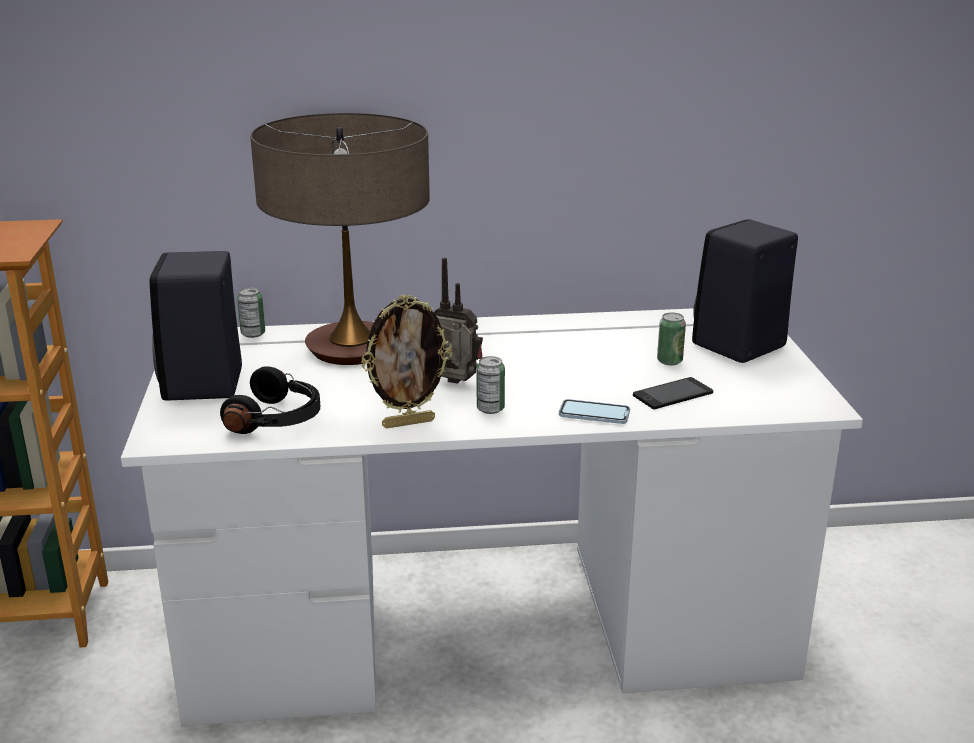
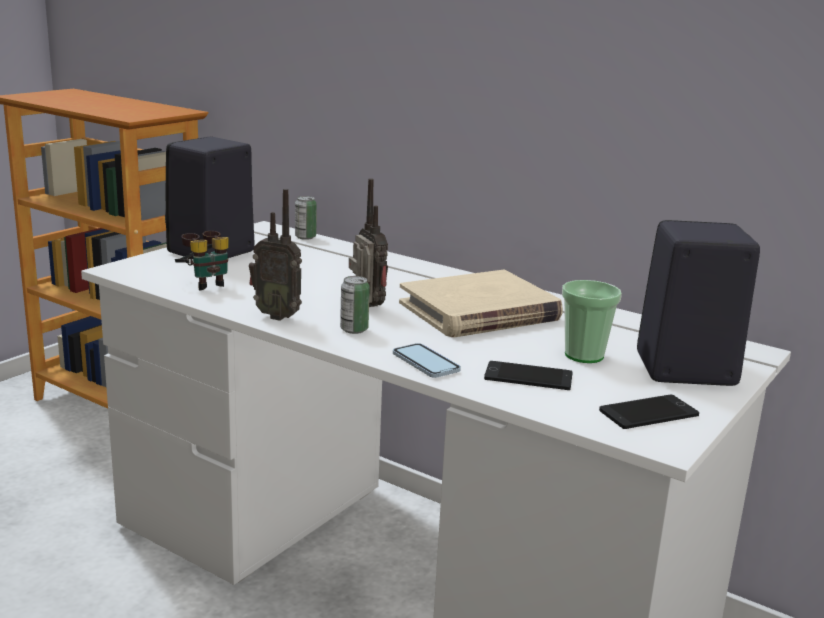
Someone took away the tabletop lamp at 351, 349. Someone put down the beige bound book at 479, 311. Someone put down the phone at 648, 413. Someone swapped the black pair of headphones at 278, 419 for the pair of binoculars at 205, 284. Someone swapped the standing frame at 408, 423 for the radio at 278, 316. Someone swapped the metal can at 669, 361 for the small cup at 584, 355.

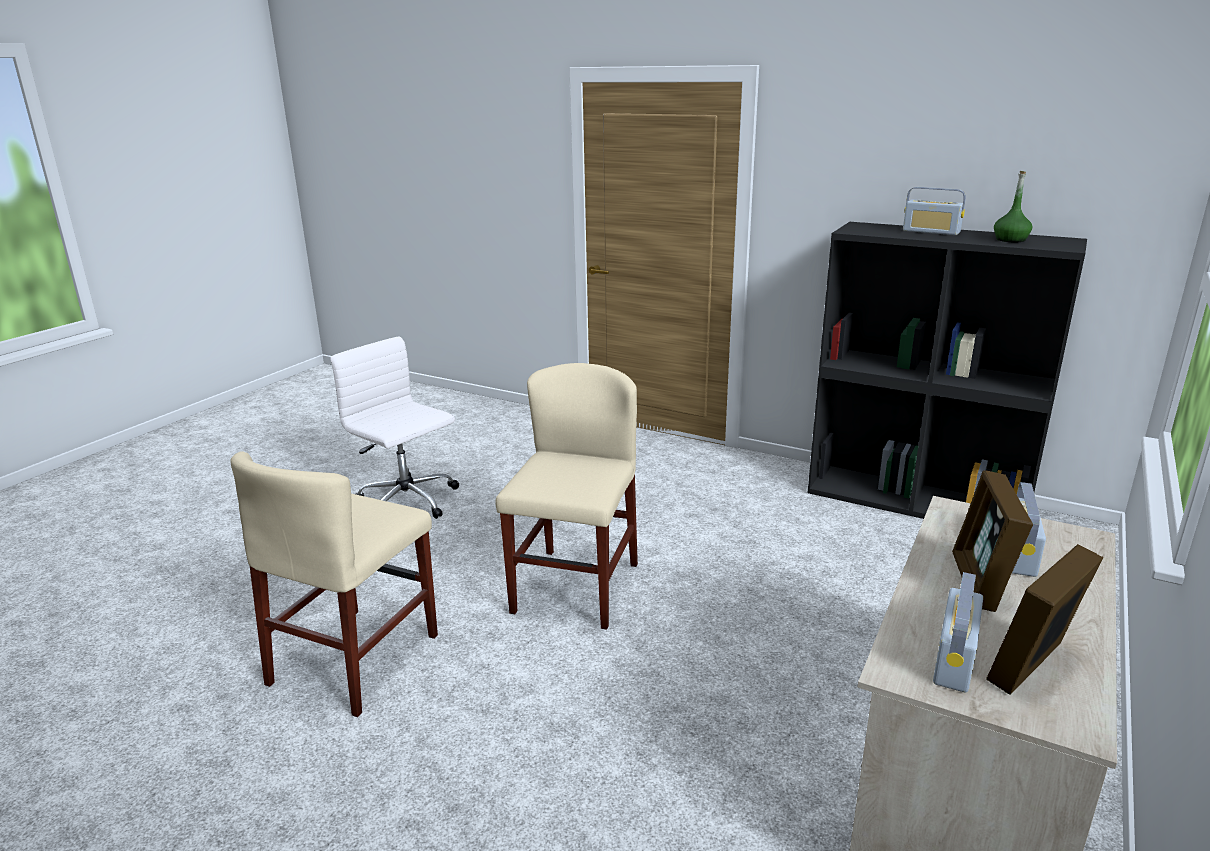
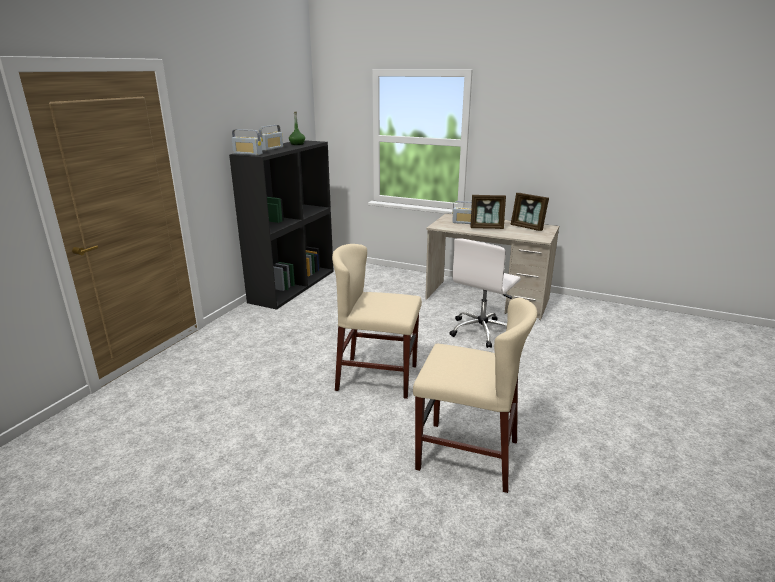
Someone carried the whitish desk chair from 407, 503 to 482, 331. Someone carried the radio from 954, 660 to 247, 154.

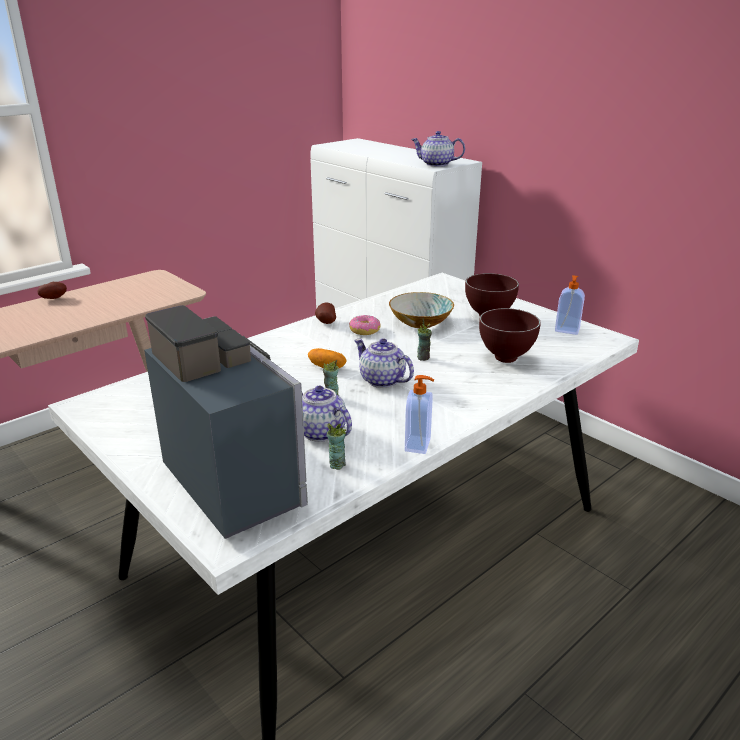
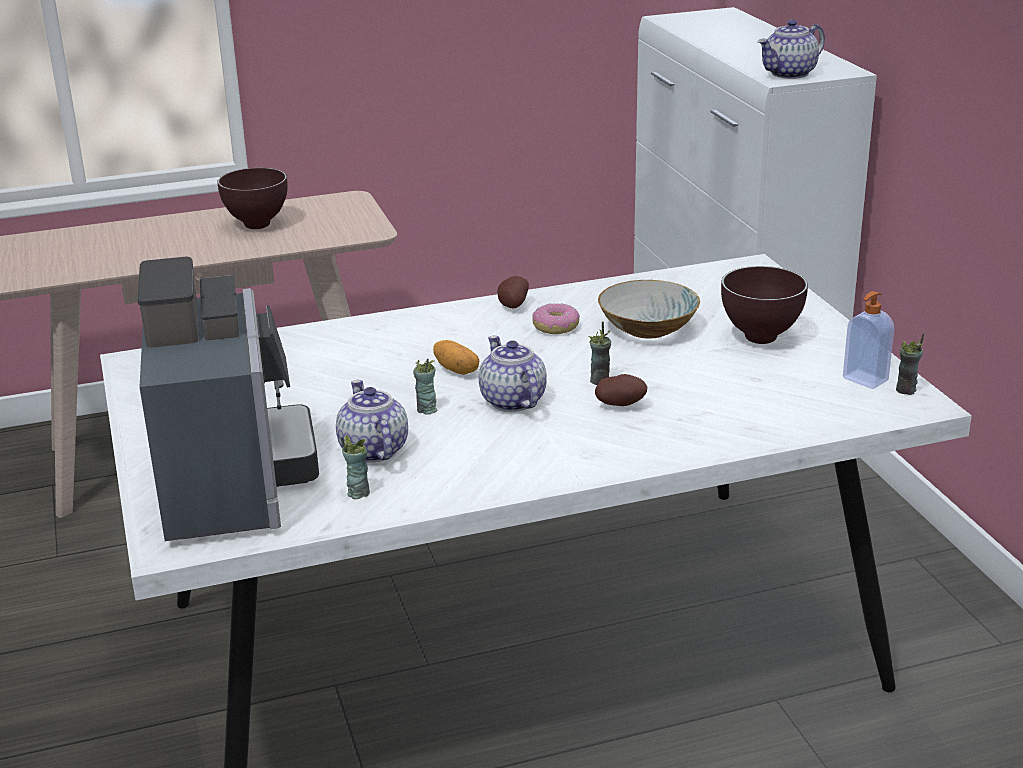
Someone took away the liquid soap bottle at 419, 445. Someone put down the small cup at 906, 390. Someone carried the potato from 54, 298 to 621, 405. Someone carried the brownish deep dish from 505, 358 to 258, 225. Someone rotated the tea pot at 436, 164 by 75 degrees counterclockwise.

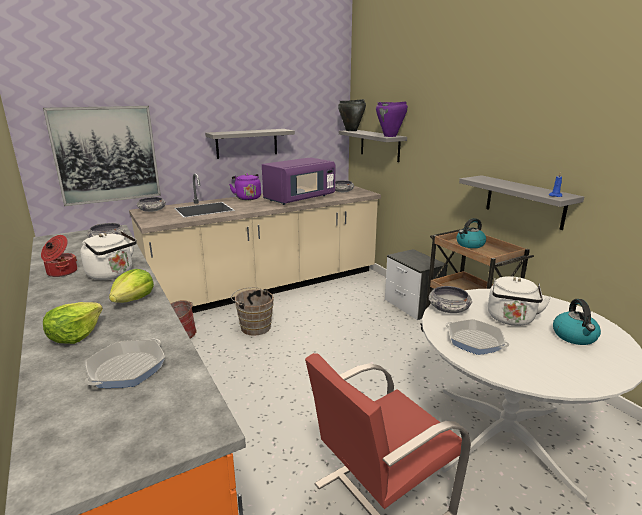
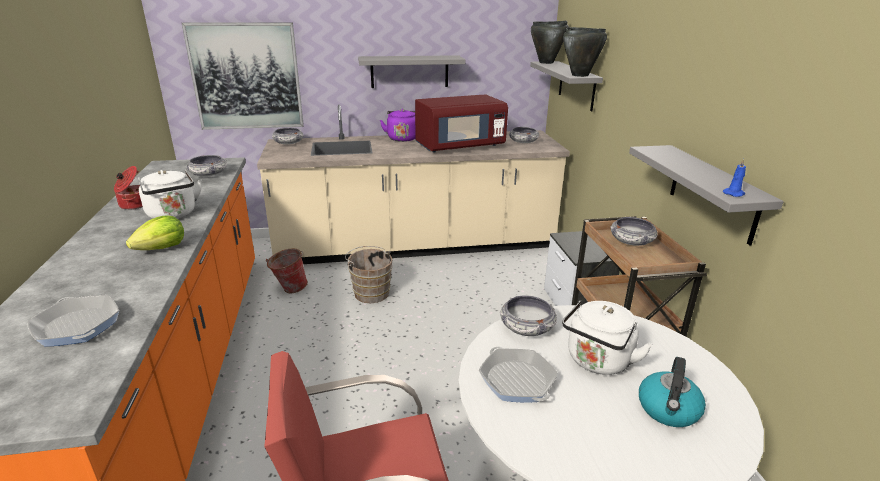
Someone took away the head of lettuce at 75, 335. Someone swapped the water kettle at 470, 244 for the deep dish at 631, 241. Someone repainted the purple microwave at 299, 199, which became the red microwave at 459, 146. Someone repainted the purple cooking pot at 390, 136, which became the black cooking pot at 580, 75. Someone rotated the skillet at 127, 369 by 90 degrees clockwise.

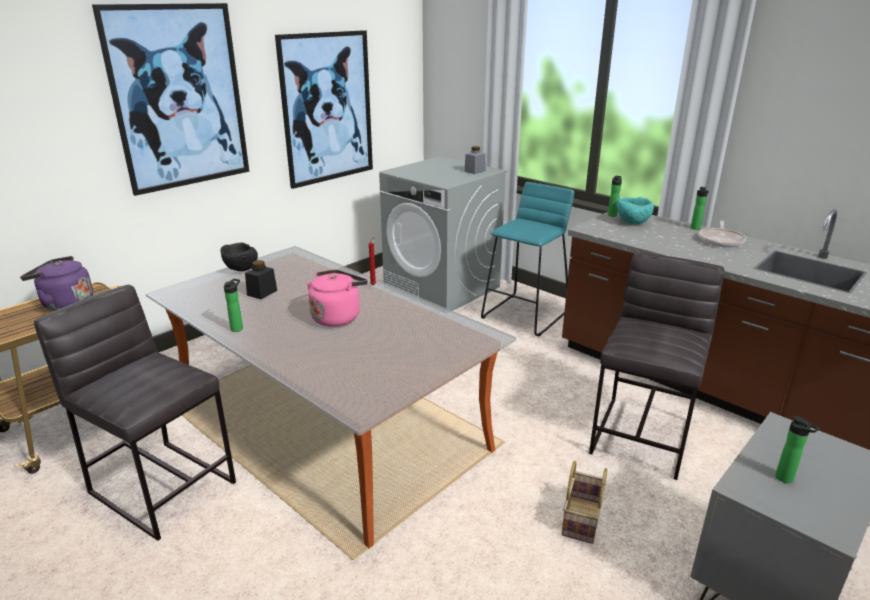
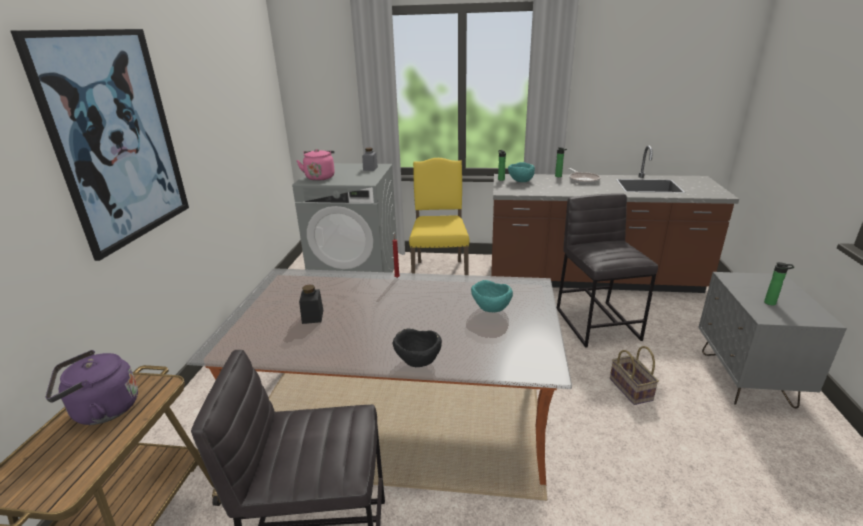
Someone took away the beverage bottle at 238, 328. Someone took away the wall art at 327, 108. Someone put down the blue-green deep dish at 490, 310. Someone carried the black deep dish from 240, 270 to 418, 363. Someone carried the pink water kettle from 337, 317 to 320, 177. Someone swapped the blue-green sitting stool at 526, 315 for the yellowish plain chair at 439, 273.

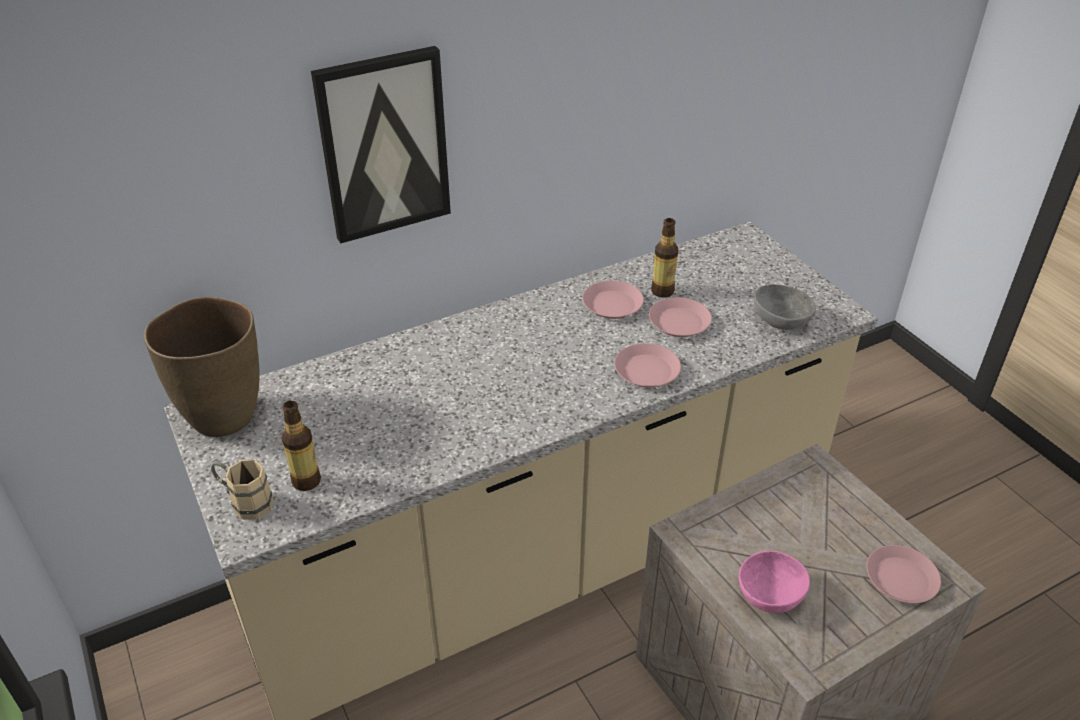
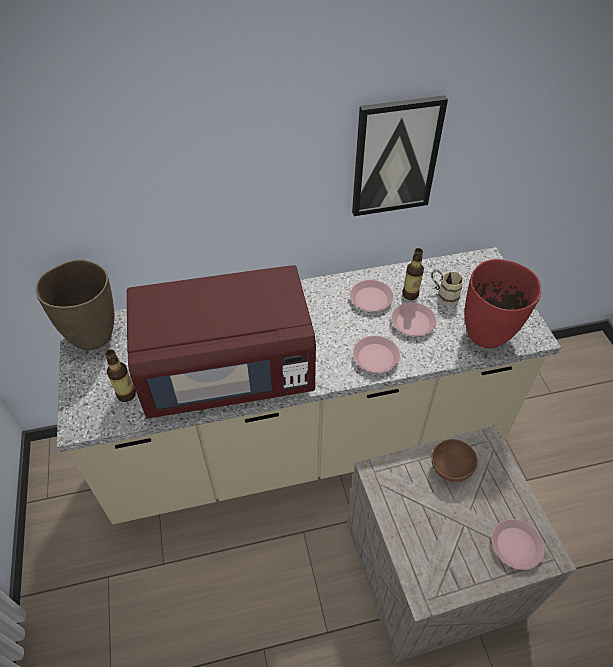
Someone took away the pink deep dish at 768, 595. Someone put down the red microwave at 228, 372. Someone put down the brownish deep dish at 450, 467. Someone carried the beige coffee mug from 245, 502 to 443, 294. Someone carried the wall art from 384, 145 to 395, 157. Someone swapped the gray deep dish at 781, 320 for the red vase at 487, 335.

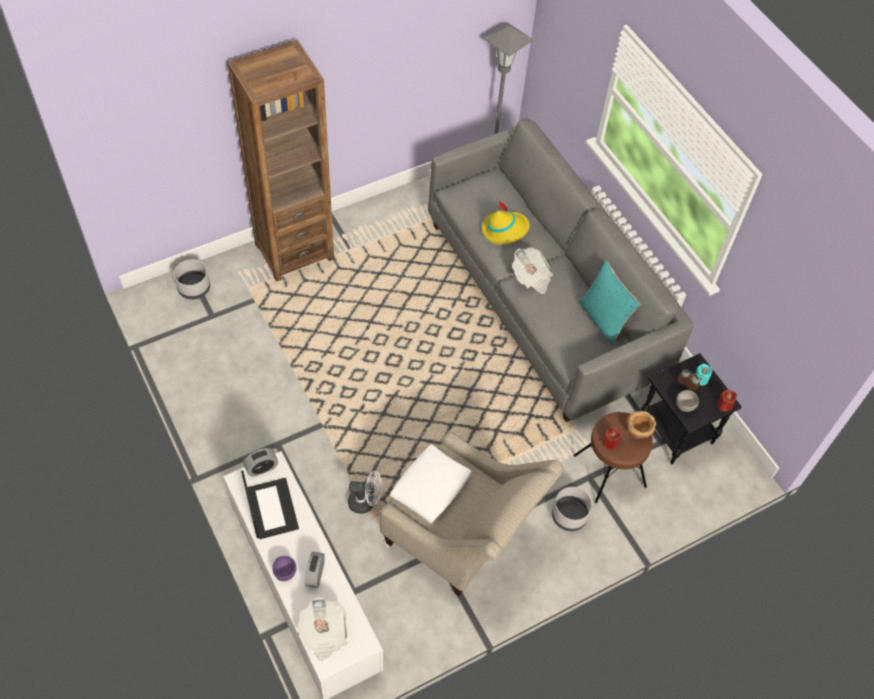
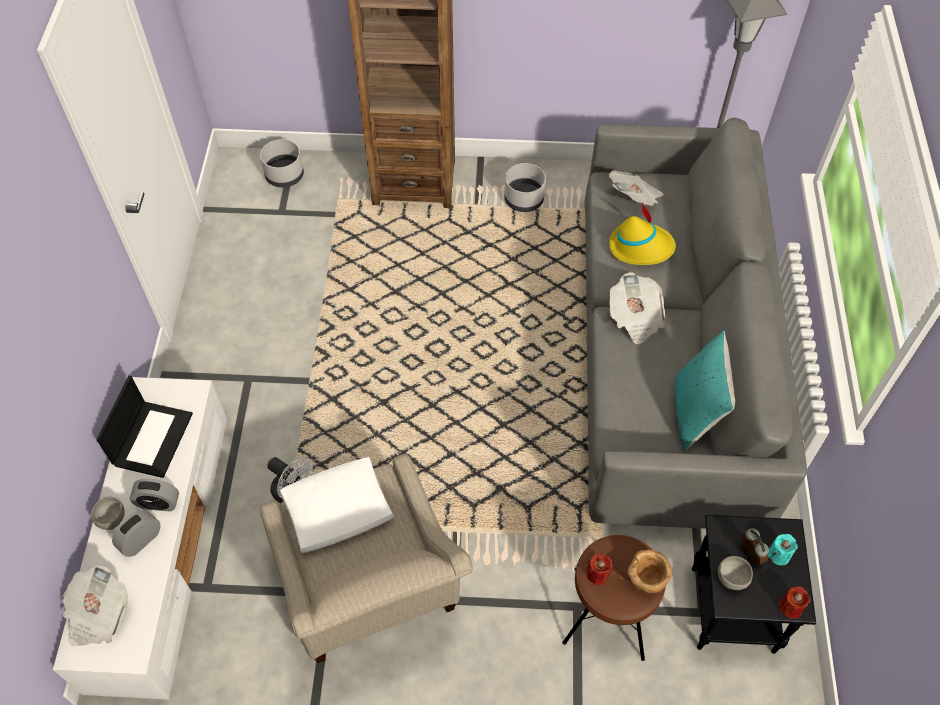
Someone put down the daily paper at 635, 198. Someone carried the bedside clock from 262, 468 to 159, 503. Someone carried the gray flower pot from 569, 516 to 524, 200. Someone repainted the purple deep dish at 284, 573, which became the gray deep dish at 111, 519.

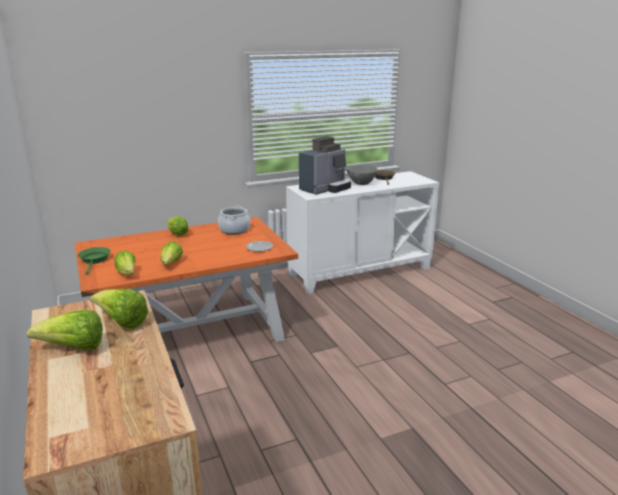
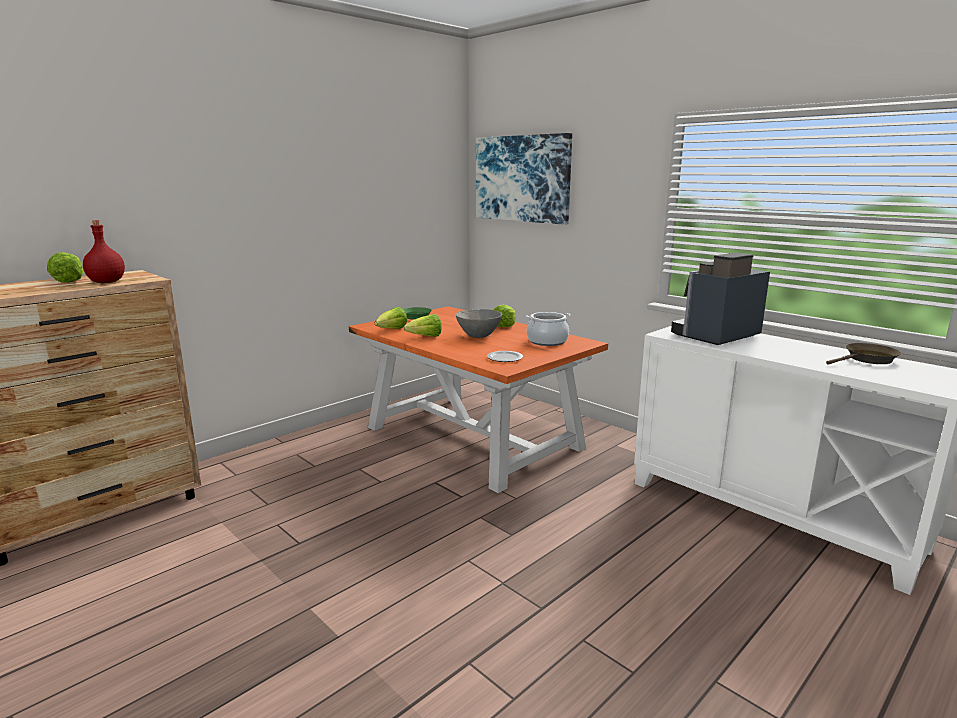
Someone put up the wall art at 521, 179. Someone carried the gray deep dish from 361, 183 to 479, 336. Someone swapped the head of lettuce at 122, 322 for the red beverage bottle at 106, 282. Someone rotated the coffee brewer at 325, 189 by 120 degrees clockwise.

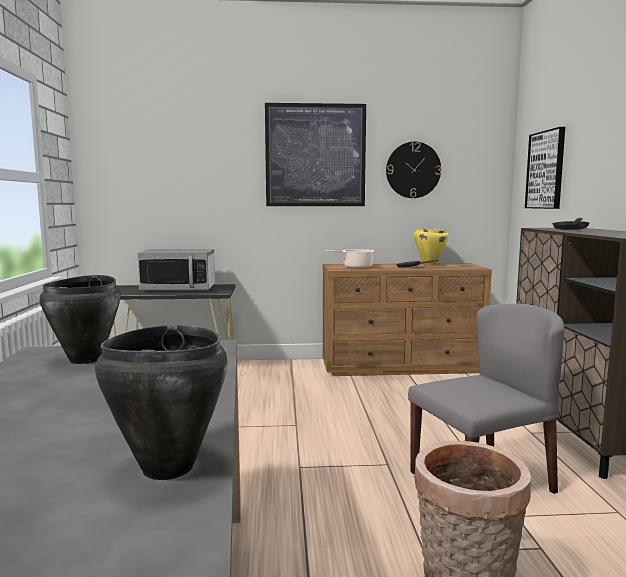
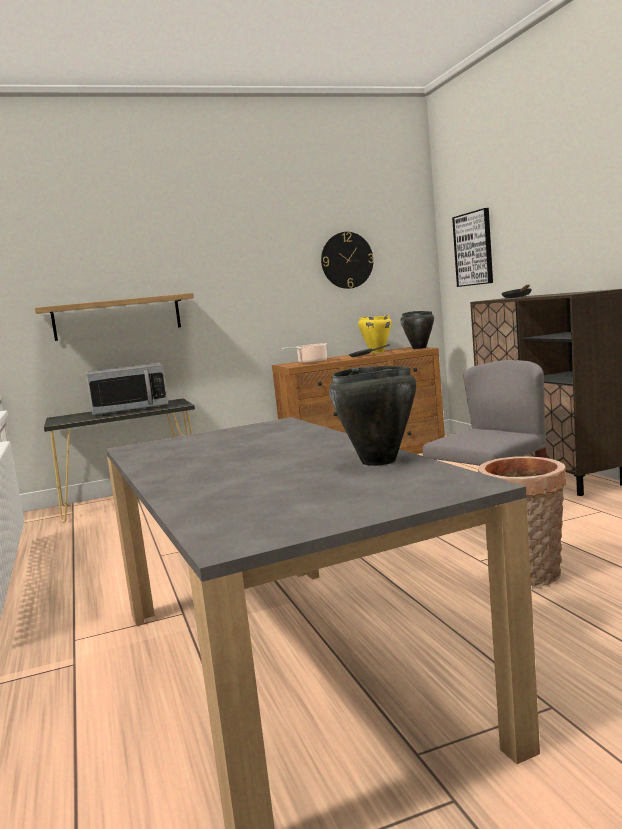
Someone took away the wall art at 315, 155. Someone put up the wall shelf at 117, 317. Someone carried the black cooking pot from 86, 359 to 419, 348.

